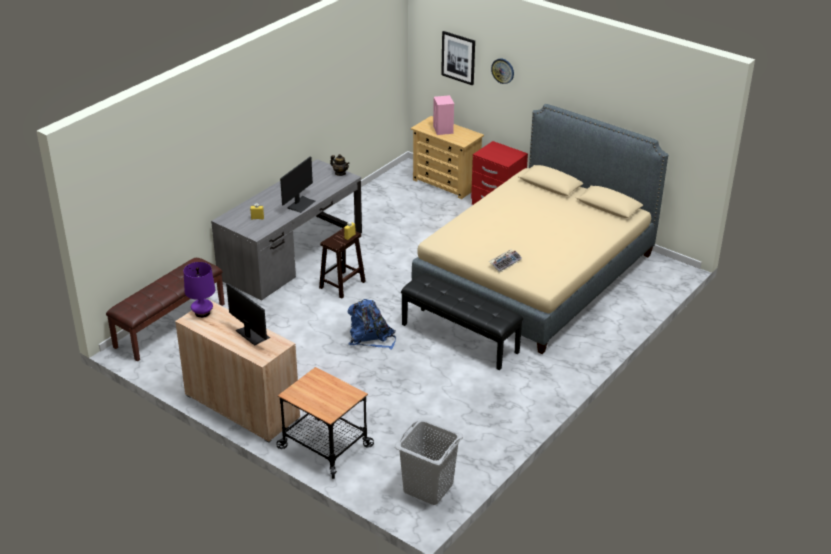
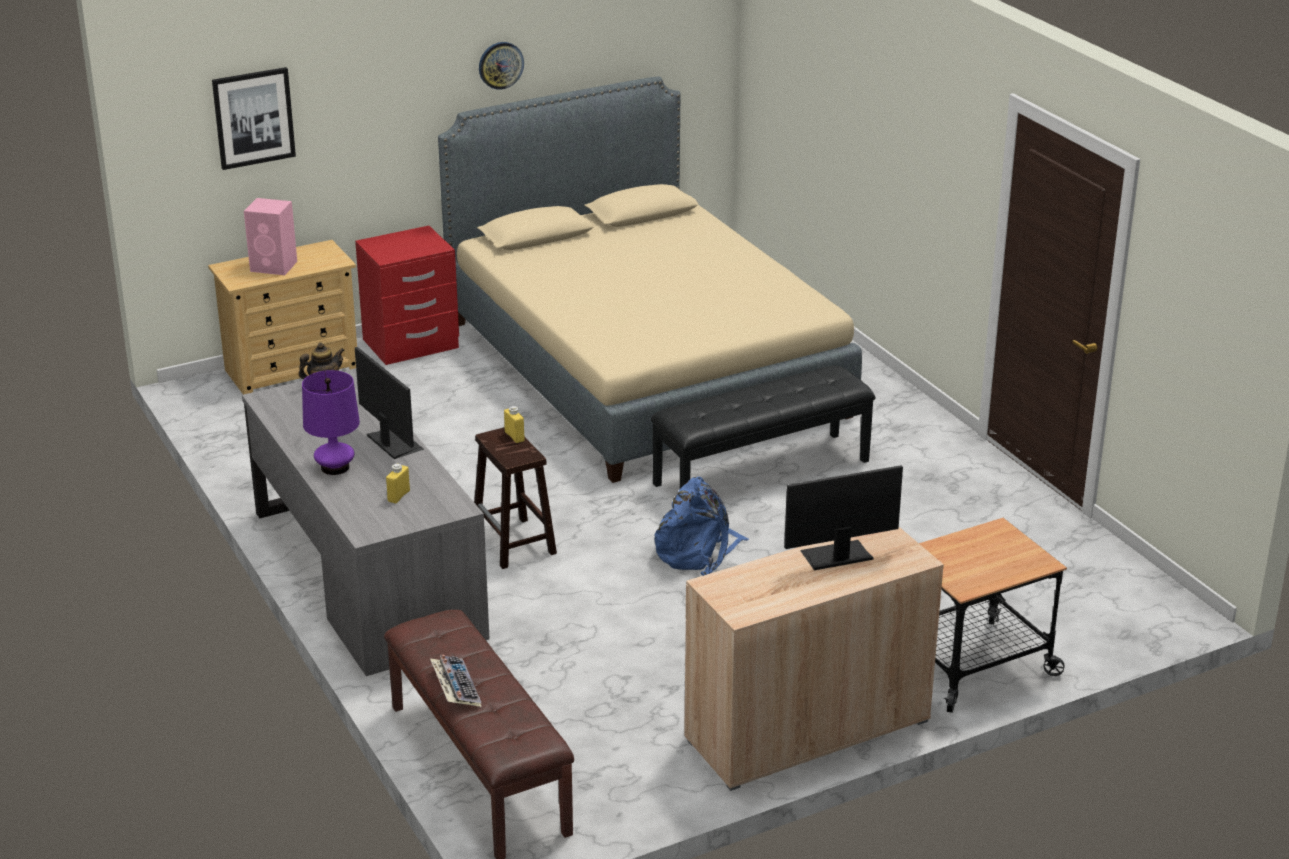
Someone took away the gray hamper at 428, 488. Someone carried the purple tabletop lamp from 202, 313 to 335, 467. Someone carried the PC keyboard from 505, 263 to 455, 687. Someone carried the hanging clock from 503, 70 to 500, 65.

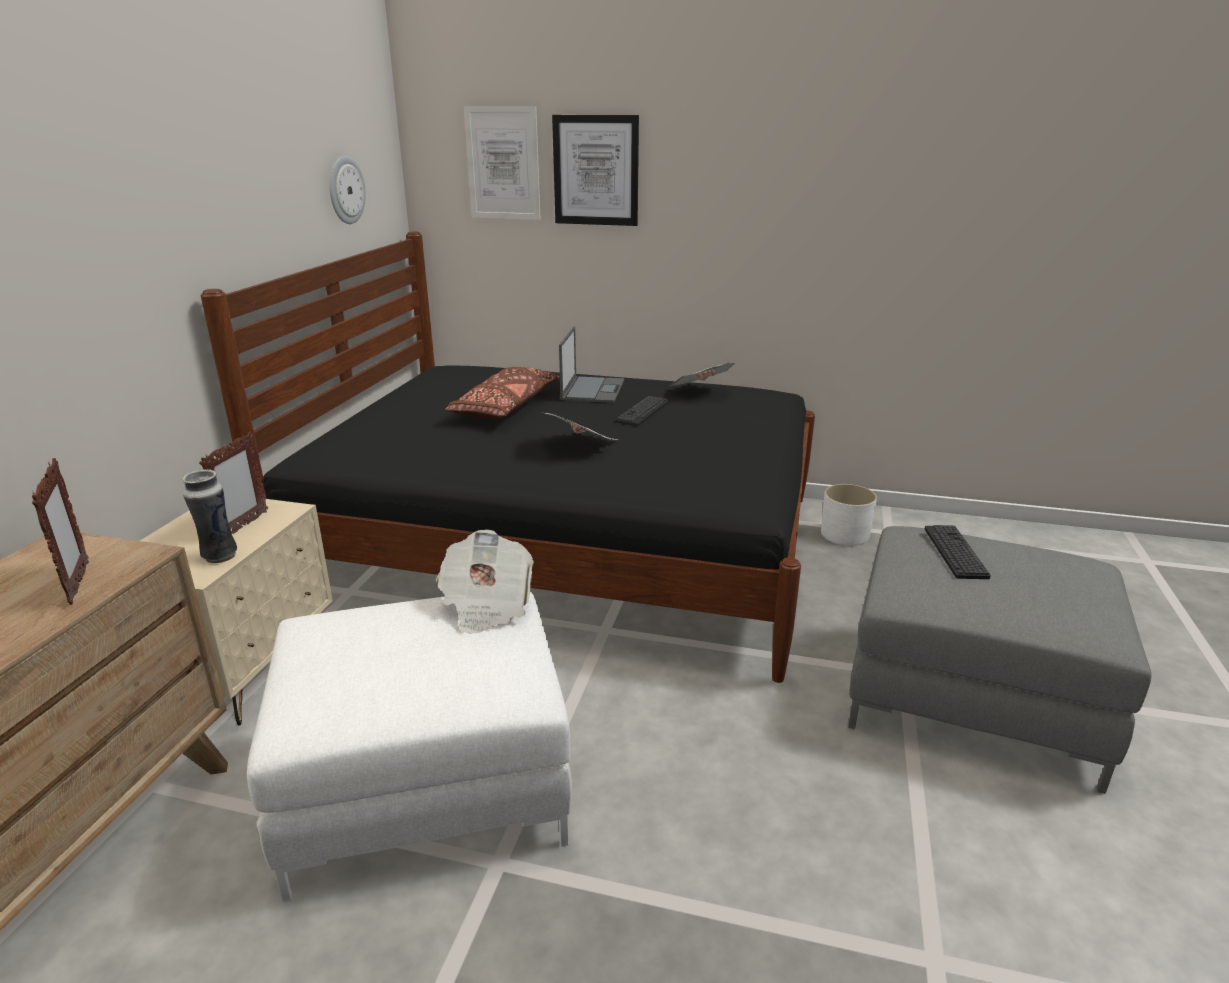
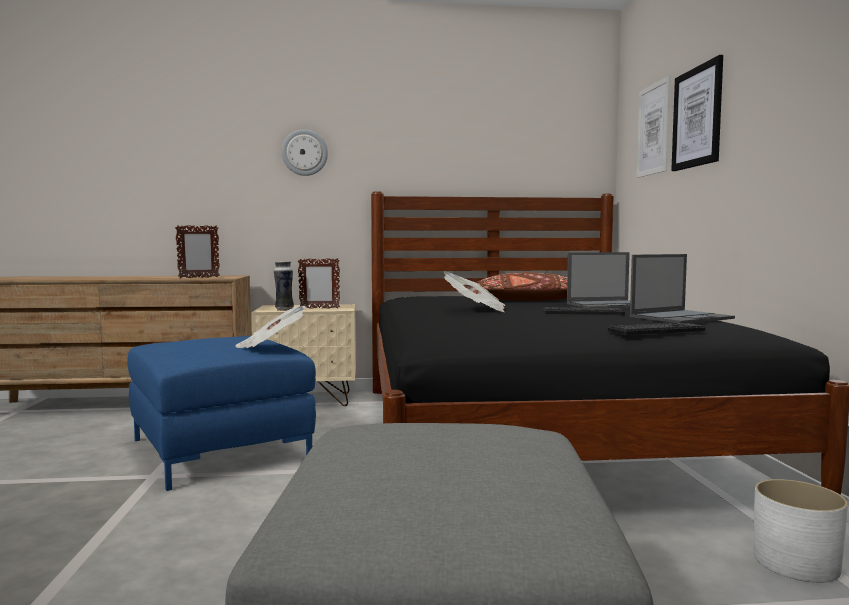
Someone carried the hanging clock from 345, 190 to 305, 152. Someone carried the PC keyboard from 955, 552 to 656, 330. Someone swapped the daily paper at 700, 391 for the notebook computer at 681, 317. Someone repainted the whitish pouffe at 425, 789, which became the blue pouffe at 218, 449.

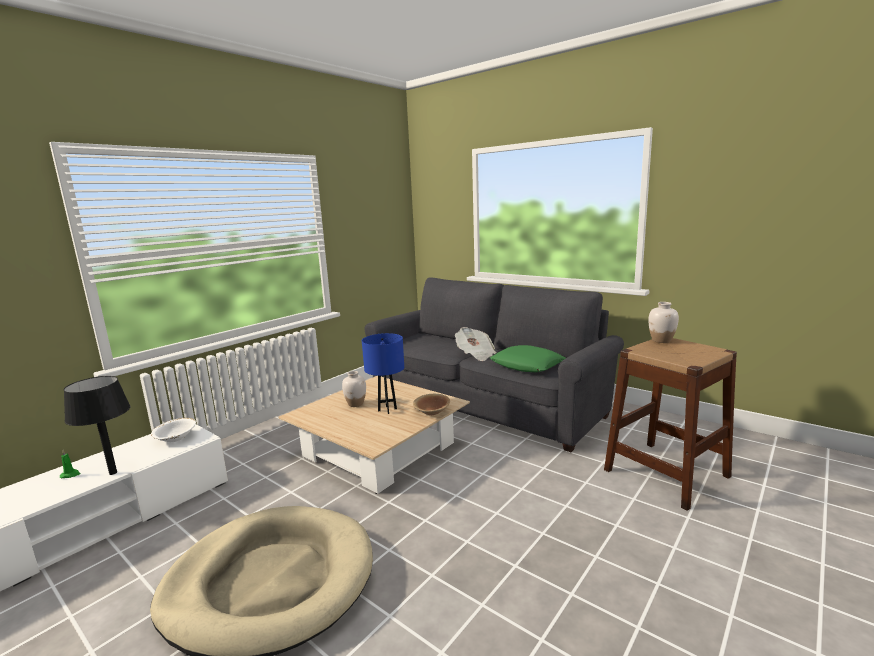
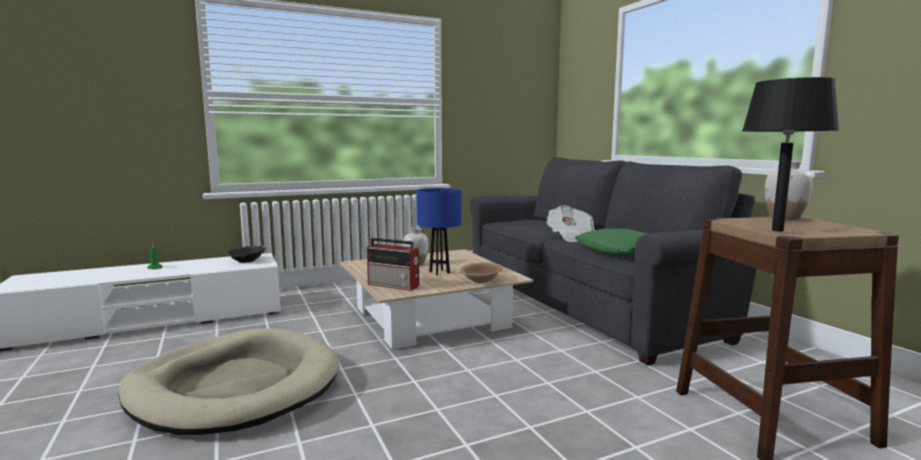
Someone put down the radio at 394, 285. Someone carried the black tabletop lamp from 113, 473 to 778, 230. Someone repainted the whitish deep dish at 176, 438, which became the black deep dish at 247, 261.

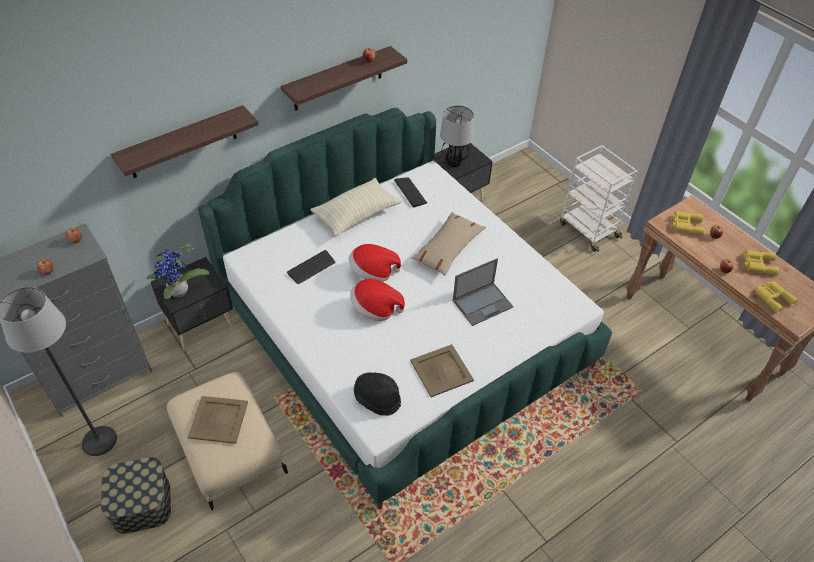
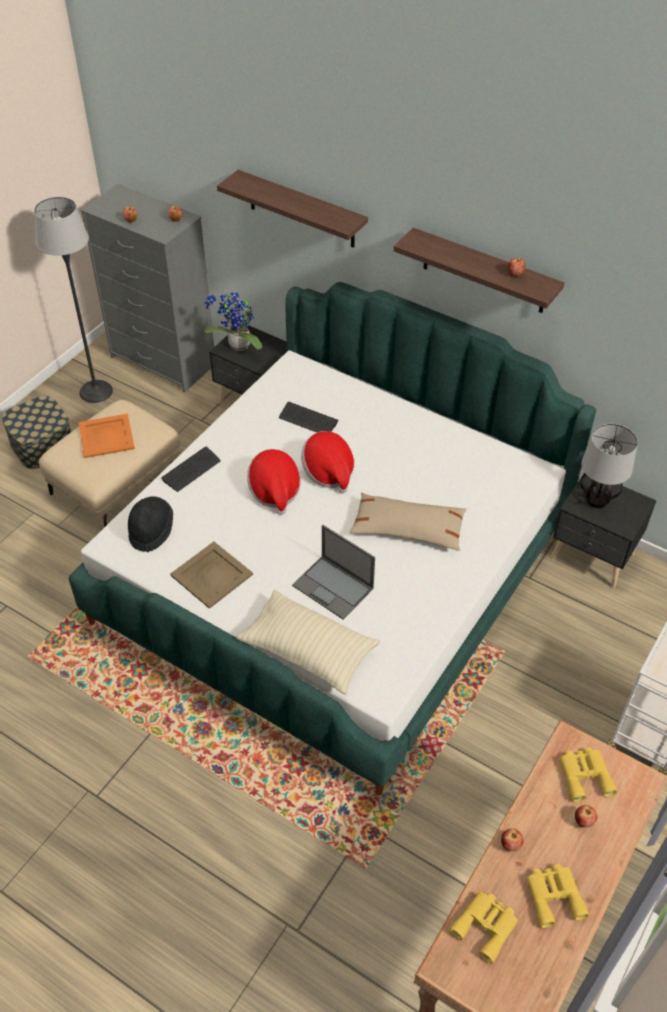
Someone carried the beige cushion from 356, 214 to 308, 650. Someone carried the PC keyboard from 410, 192 to 191, 470. Someone repainted the beige carrying tray at 218, 420, which became the orangey carrying tray at 106, 436.

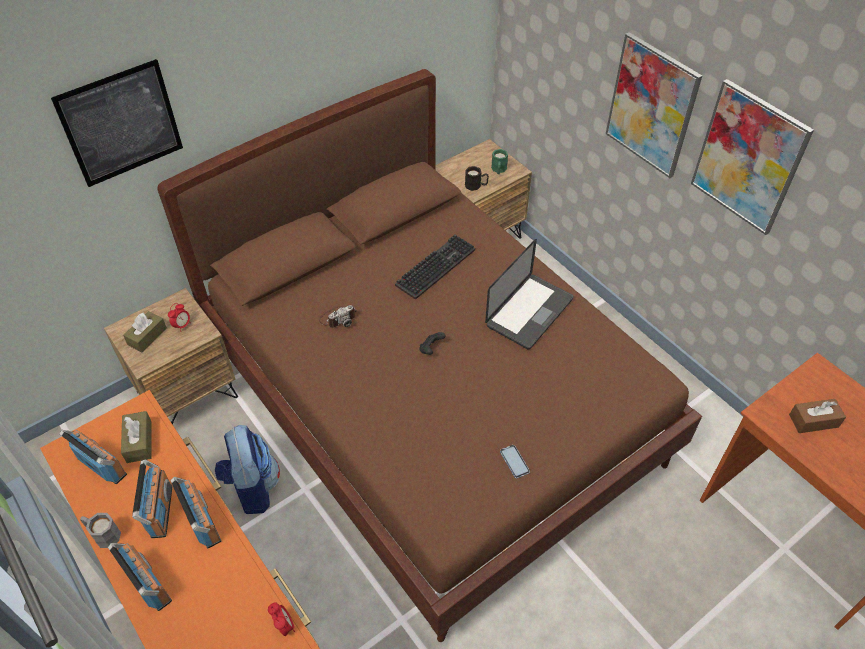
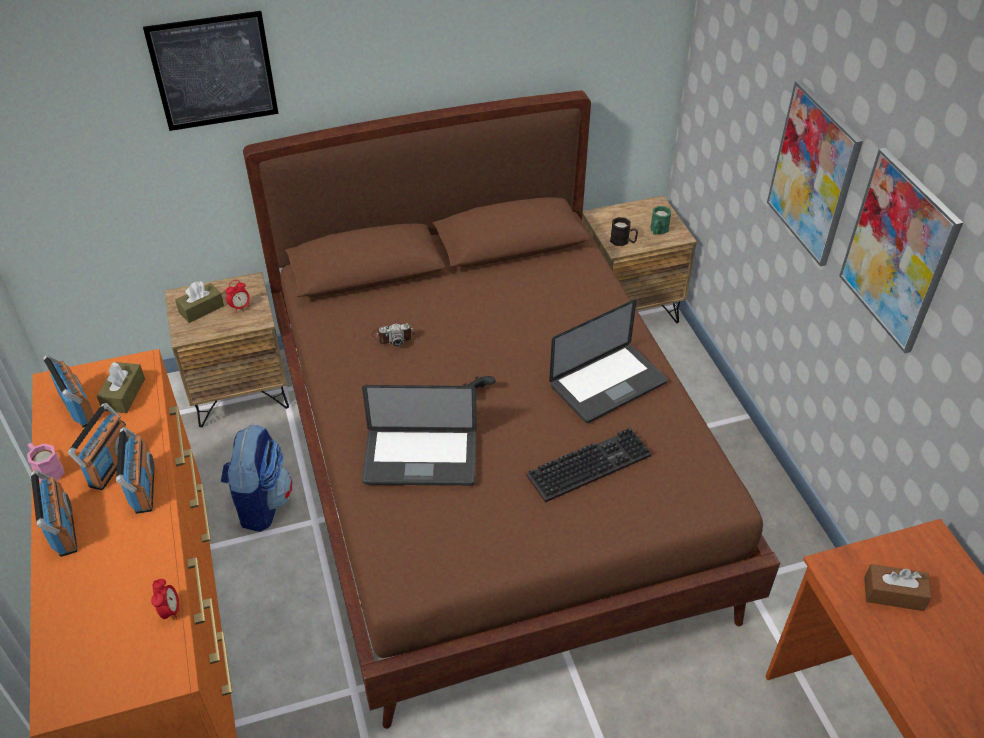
Someone took away the phone at 514, 462. Someone put down the notebook computer at 420, 459. Someone carried the PC keyboard from 435, 266 to 589, 464. Someone repainted the gray coffee mug at 103, 534, which became the pink coffee mug at 47, 470.

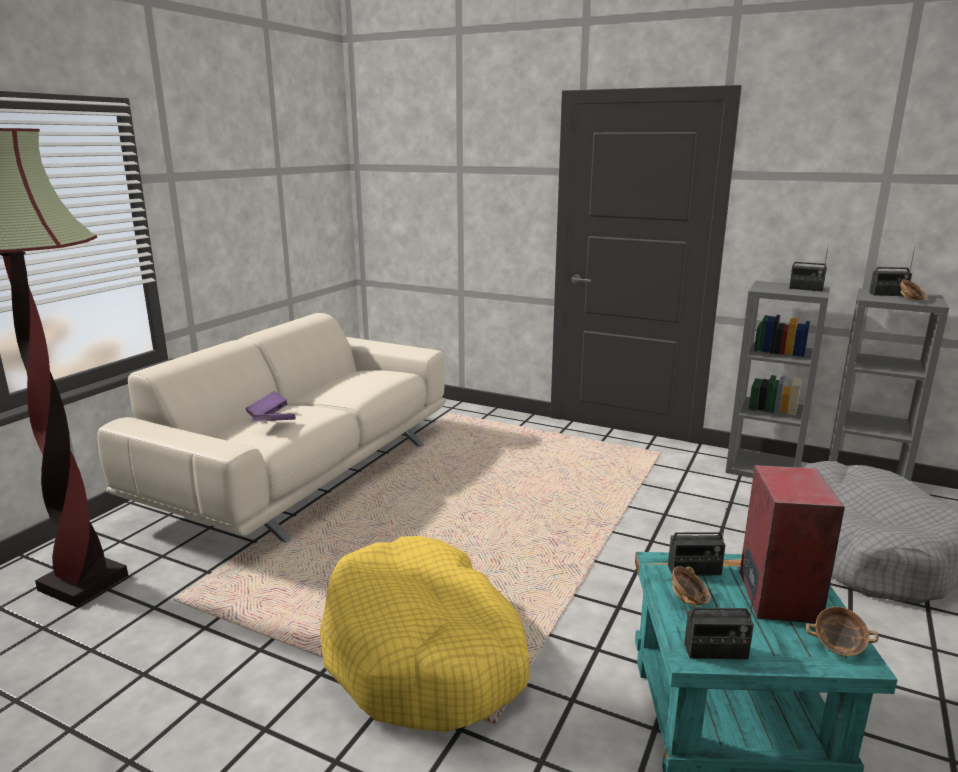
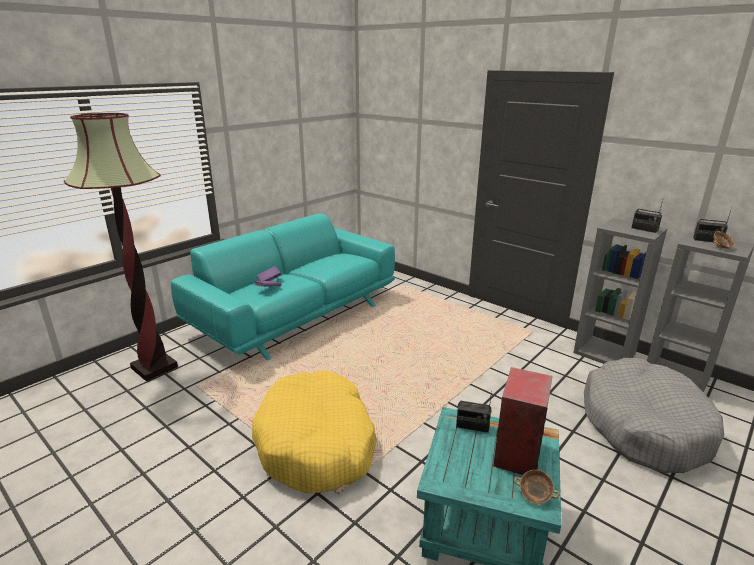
Someone took away the deep dish at 689, 600. Someone took away the radio at 715, 651. Someone repainted the beige sofa at 305, 472, which became the blue-green sofa at 296, 315.

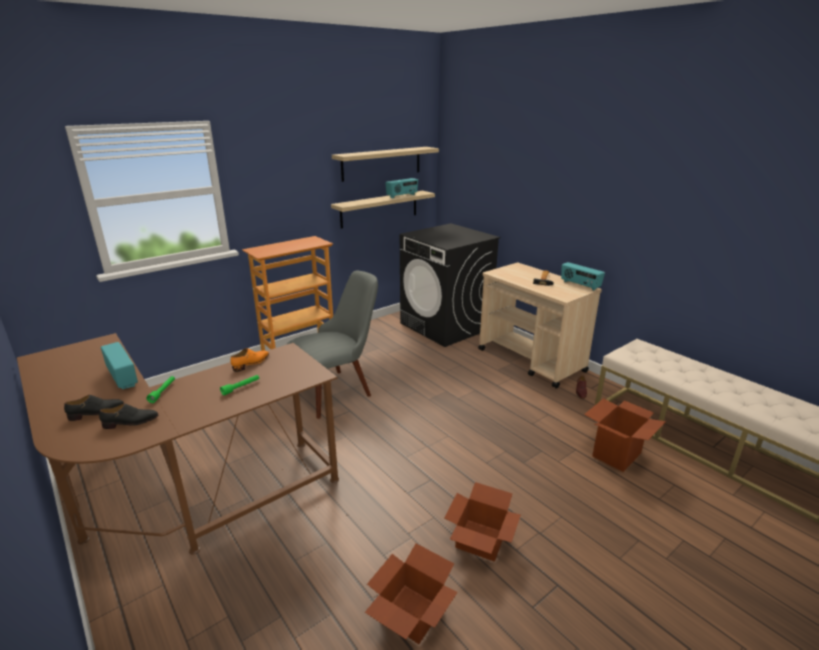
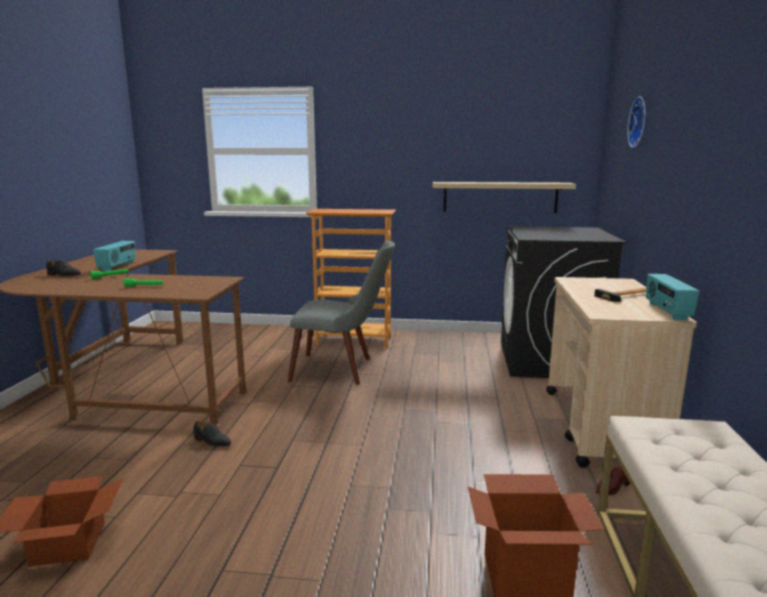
Someone took away the orangey low shoe at 251, 363. Someone took away the wall shelf at 381, 163. Someone took away the radio at 402, 196. Someone took away the carton at 479, 540. Someone put up the hanging clock at 640, 122. Someone carried the black low shoe from 131, 422 to 212, 441.

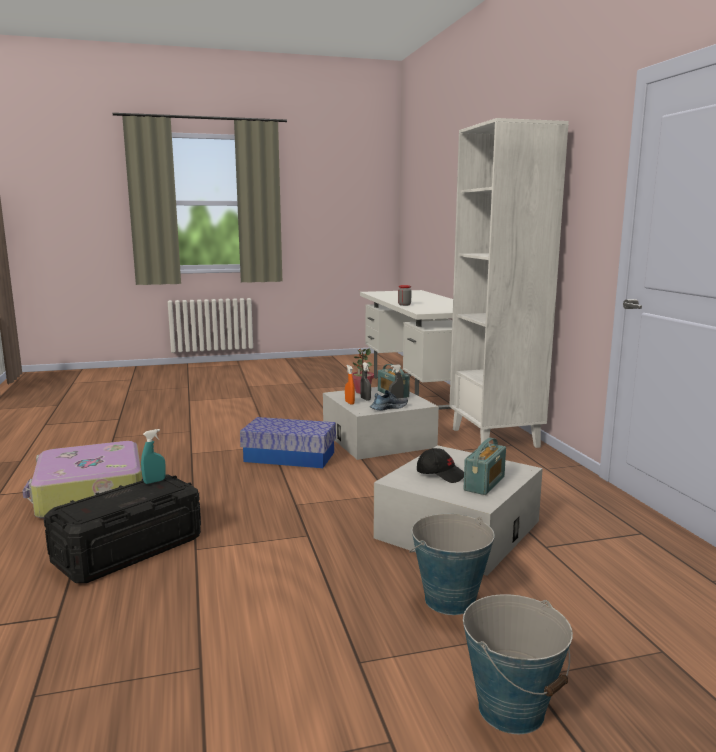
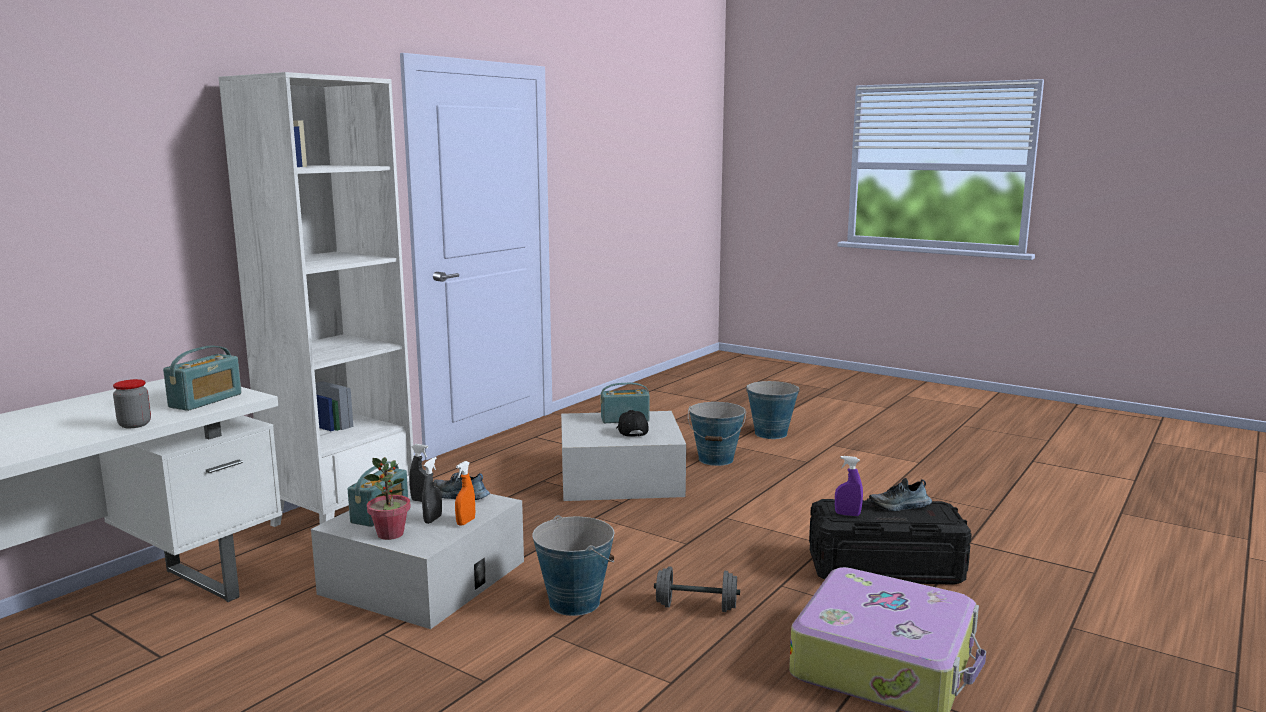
Someone put down the radio at 206, 400. Someone put down the gray dumbbell at 696, 607. Someone put down the low shoe at 900, 506. Someone swapped the storage box at 289, 457 for the bucket at 574, 602. Someone repainted the blue-green spray bottle at 154, 481, which became the purple spray bottle at 847, 514.

